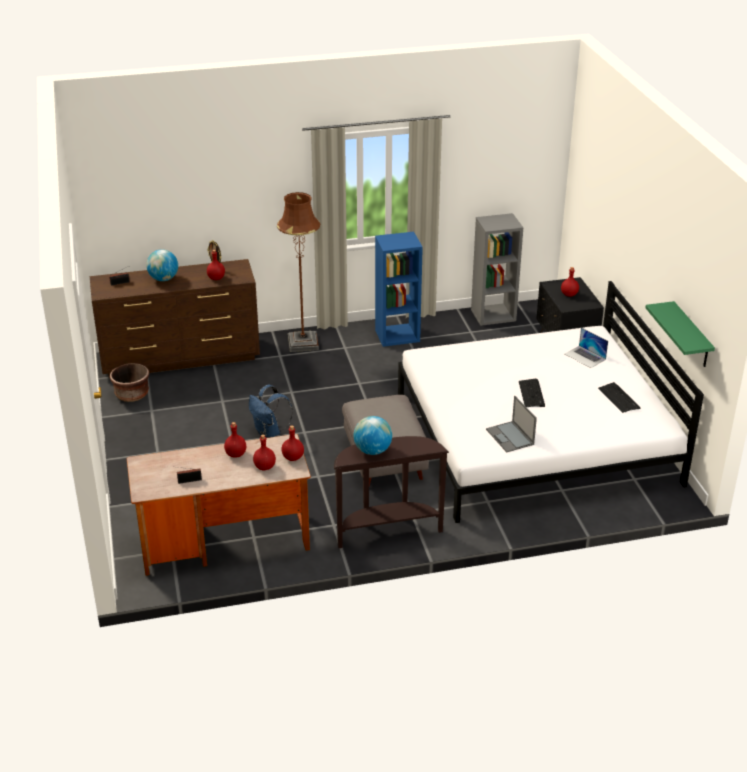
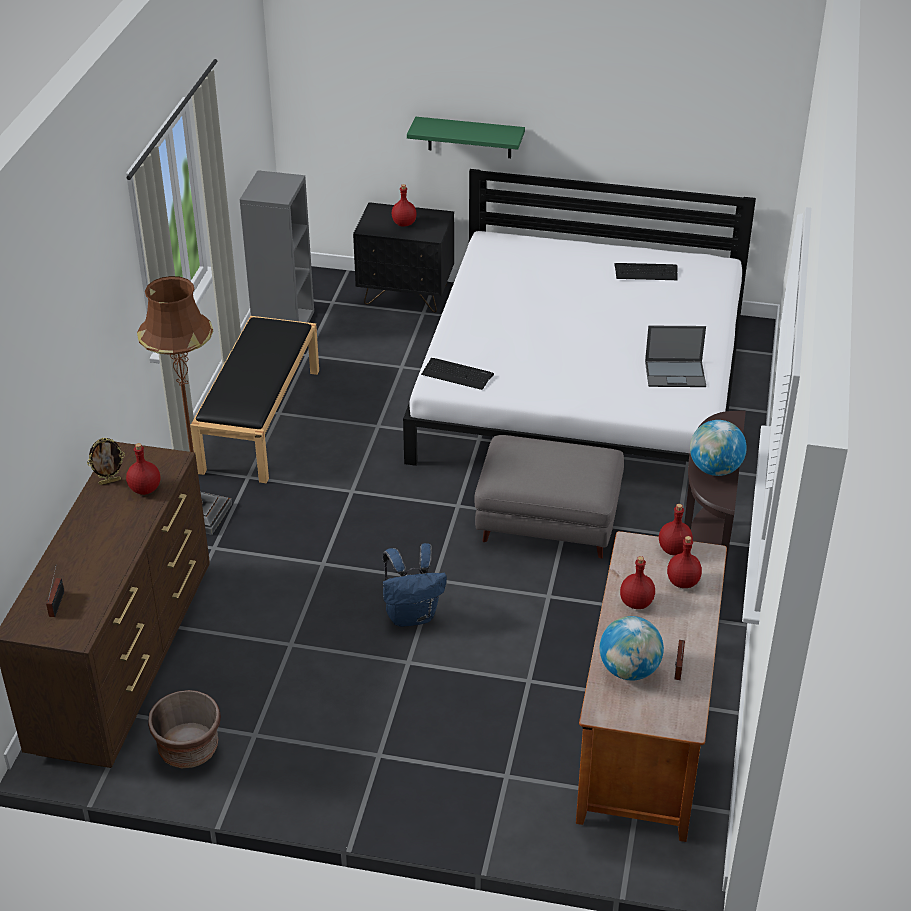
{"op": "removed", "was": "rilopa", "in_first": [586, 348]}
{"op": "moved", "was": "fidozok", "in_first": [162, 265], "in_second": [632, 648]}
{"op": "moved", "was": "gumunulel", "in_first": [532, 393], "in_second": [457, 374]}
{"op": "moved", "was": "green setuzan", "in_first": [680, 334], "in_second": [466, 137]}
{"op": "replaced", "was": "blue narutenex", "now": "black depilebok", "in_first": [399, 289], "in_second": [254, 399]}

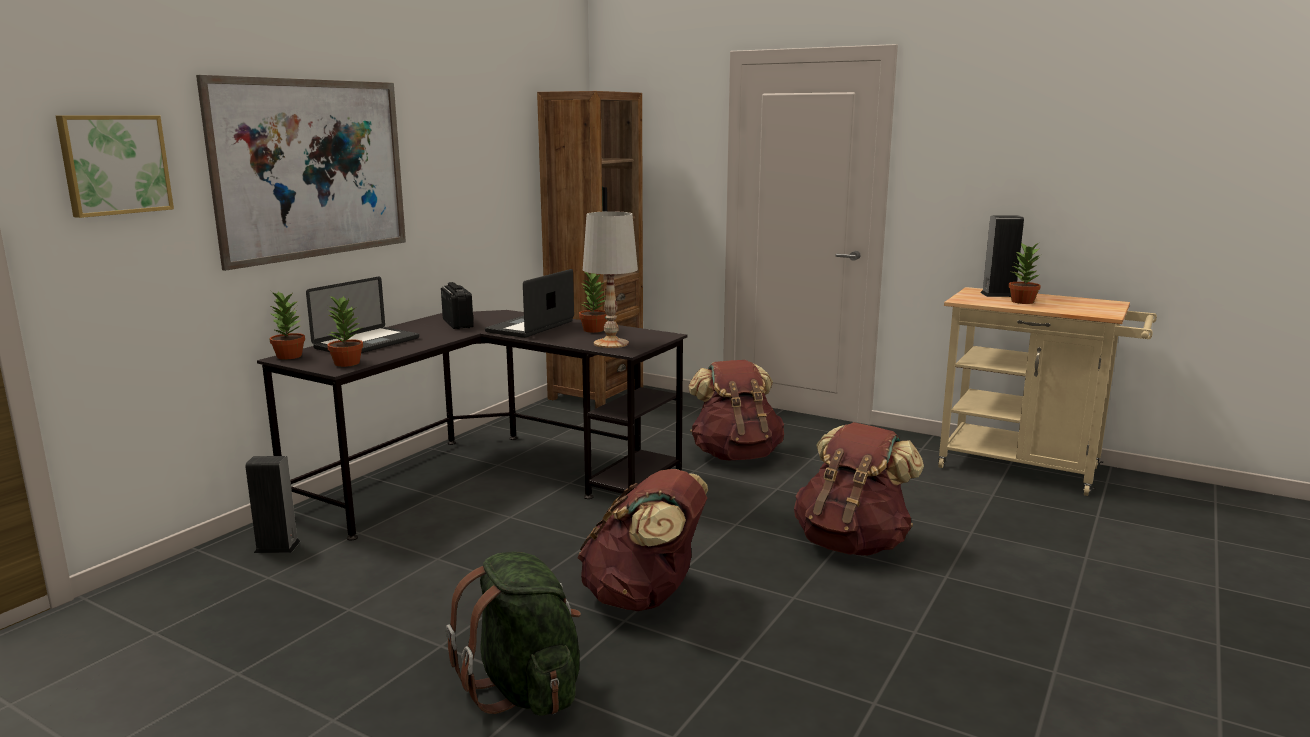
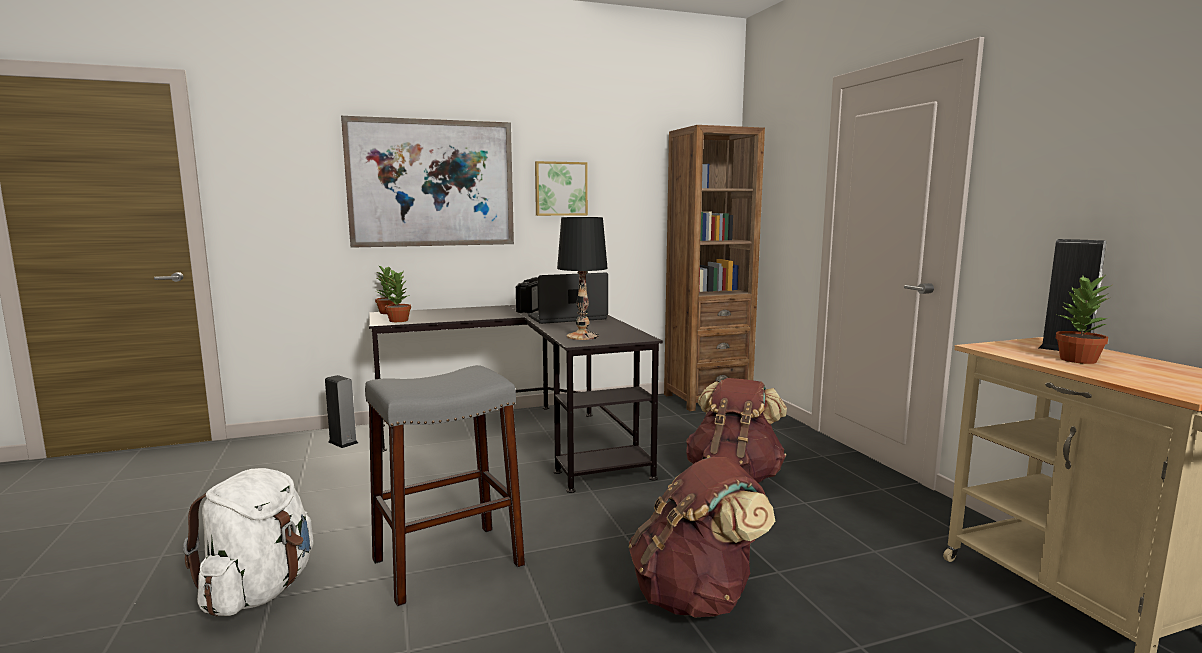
{"op": "removed", "was": "rilopa", "in_first": [362, 315]}
{"op": "removed", "was": "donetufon", "in_first": [593, 302]}
{"op": "moved", "was": "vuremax", "in_first": [115, 167], "in_second": [561, 188]}
{"op": "replaced", "was": "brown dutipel", "now": "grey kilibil", "in_first": [643, 540], "in_second": [445, 485]}
{"op": "recoloured", "was": "green dutipel", "now": "white dutipel", "in_first": [513, 633], "in_second": [248, 542]}
{"op": "recoloured", "was": "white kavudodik", "now": "black kavudodik", "in_first": [610, 279], "in_second": [582, 278]}

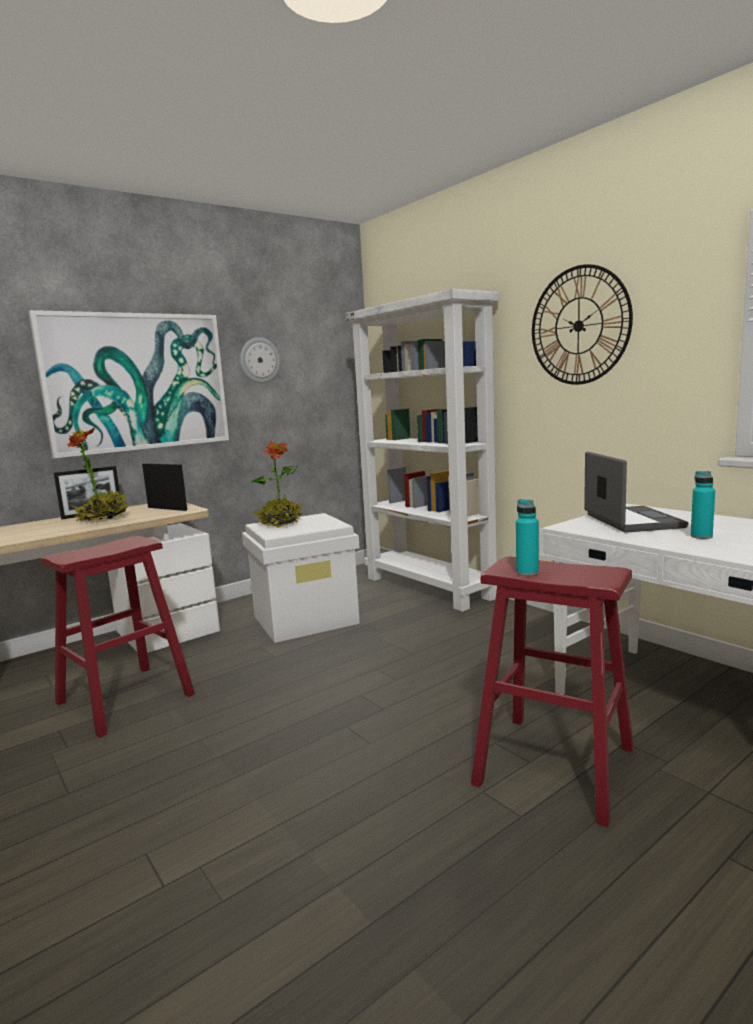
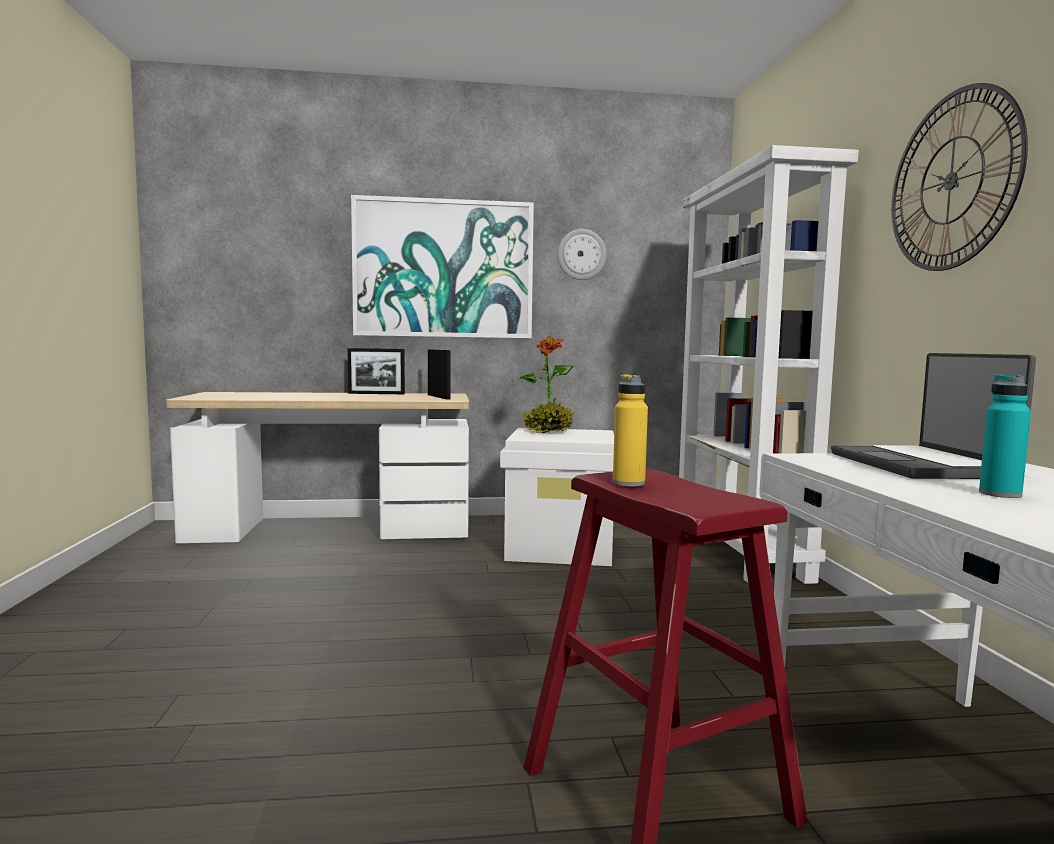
{"op": "removed", "was": "red kilibil", "in_first": [118, 637]}
{"op": "removed", "was": "donetufon", "in_first": [97, 474]}
{"op": "recoloured", "was": "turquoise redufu", "now": "yellow redufu", "in_first": [527, 537], "in_second": [630, 430]}
{"op": "turned", "was": "rilopa", "in_first": [636, 492], "in_second": [933, 416], "clockwise": 150}

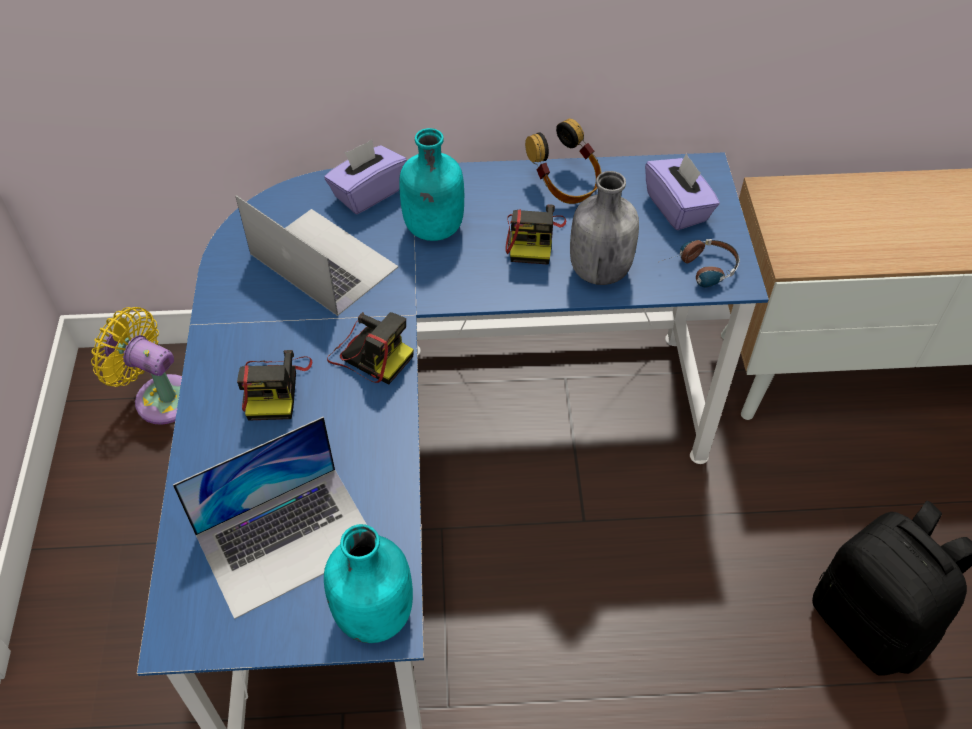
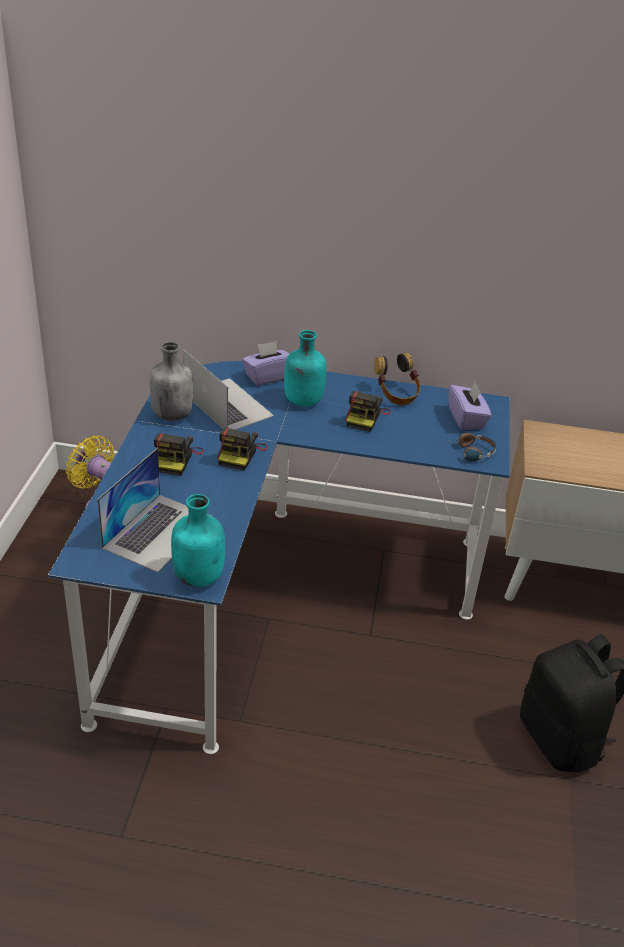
{"op": "moved", "was": "grey redufu", "in_first": [604, 228], "in_second": [171, 381]}
{"op": "turned", "was": "rilopa", "in_first": [270, 518], "in_second": [154, 510], "clockwise": -45}
{"op": "turned", "was": "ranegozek", "in_first": [370, 348], "in_second": [242, 449], "clockwise": 60}

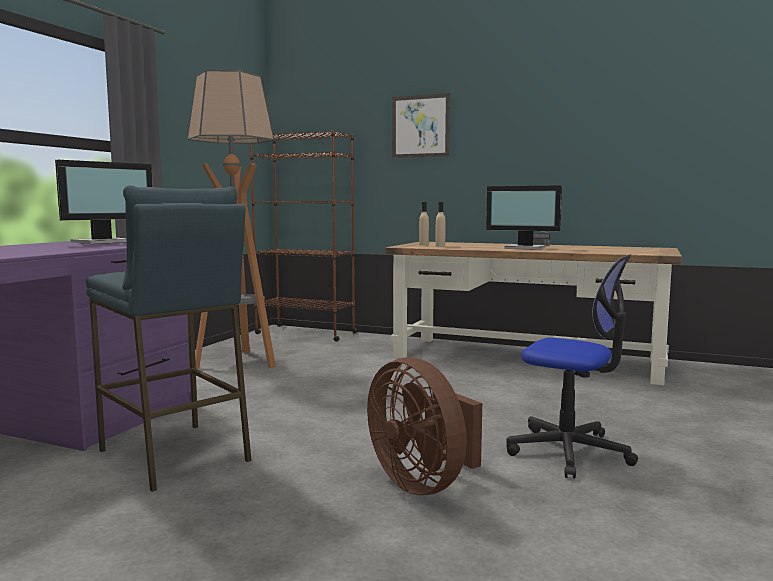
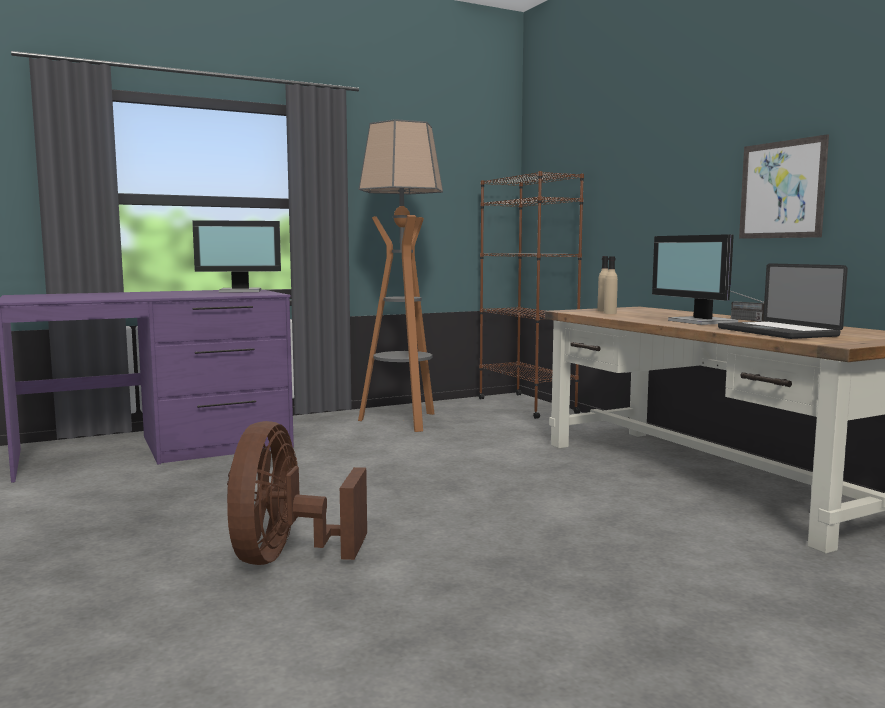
{"op": "removed", "was": "blue kilibil", "in_first": [169, 338]}
{"op": "removed", "was": "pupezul", "in_first": [572, 366]}
{"op": "added", "now": "rilopa", "in_second": [783, 301]}
{"op": "moved", "was": "vuremax", "in_first": [421, 125], "in_second": [784, 186]}

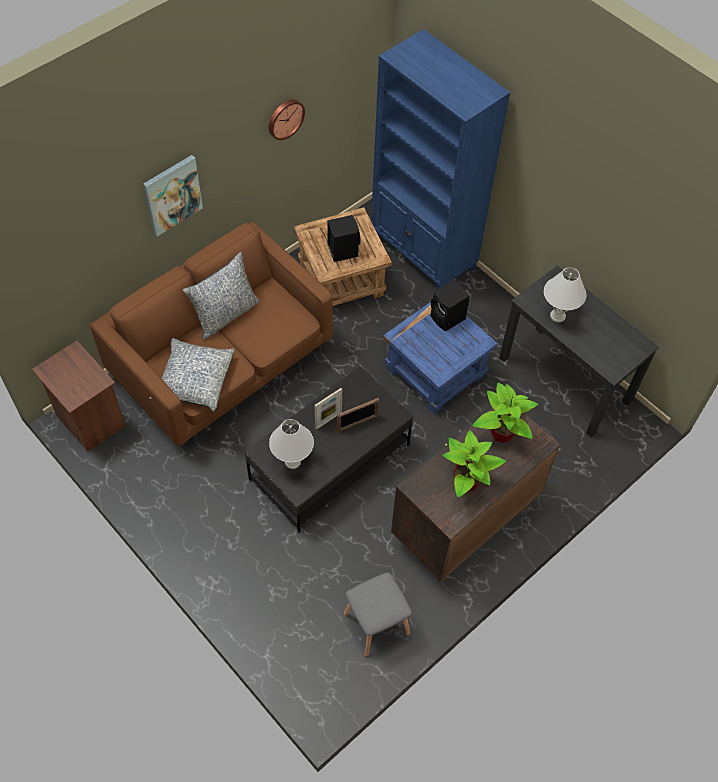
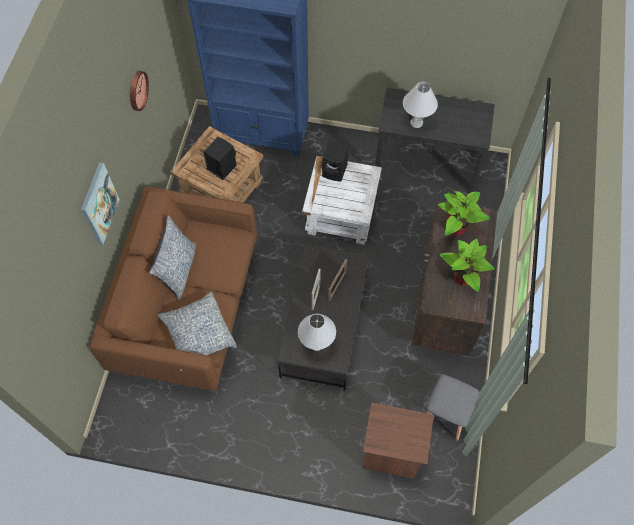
{"op": "moved", "was": "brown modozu", "in_first": [79, 396], "in_second": [398, 440]}
{"op": "recoloured", "was": "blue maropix", "now": "white maropix", "in_first": [440, 358], "in_second": [342, 200]}

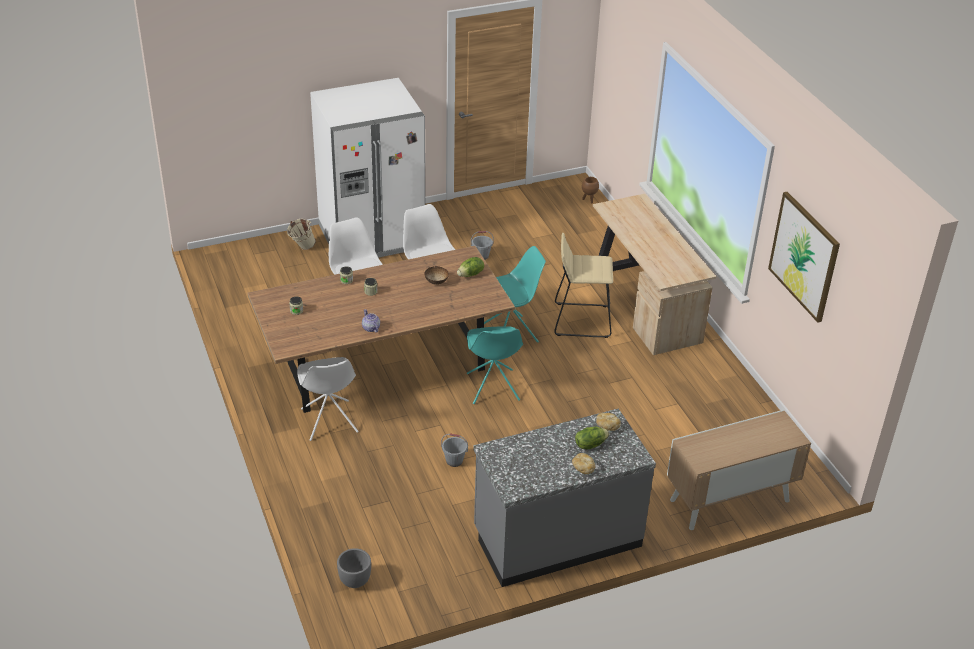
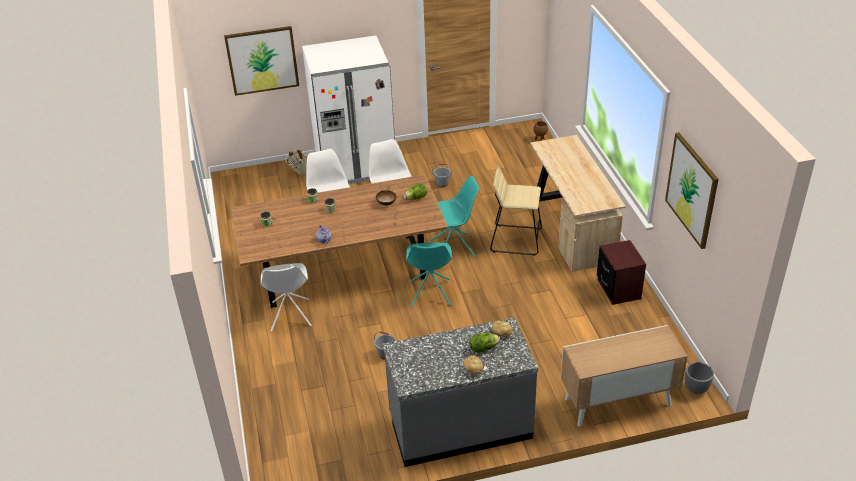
{"op": "added", "now": "vuremax", "in_second": [261, 61]}
{"op": "added", "now": "brown modozu", "in_second": [621, 272]}
{"op": "moved", "was": "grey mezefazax", "in_first": [354, 568], "in_second": [699, 378]}

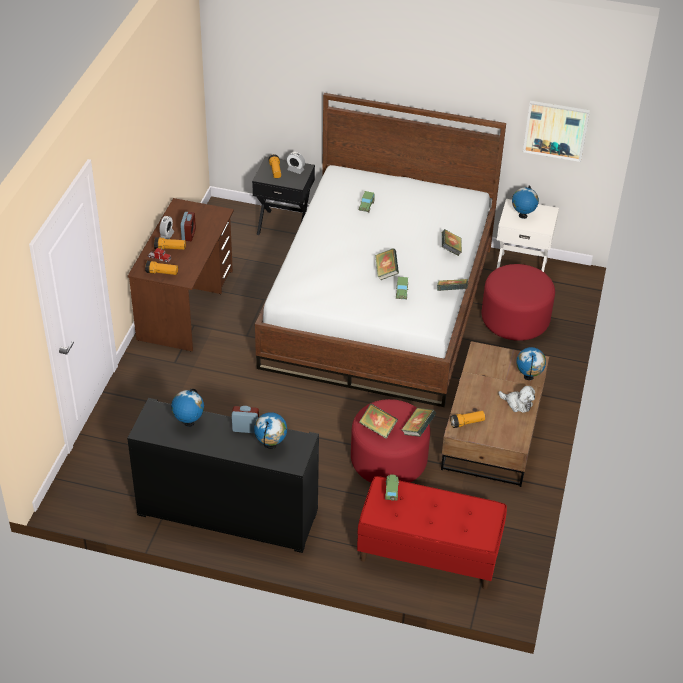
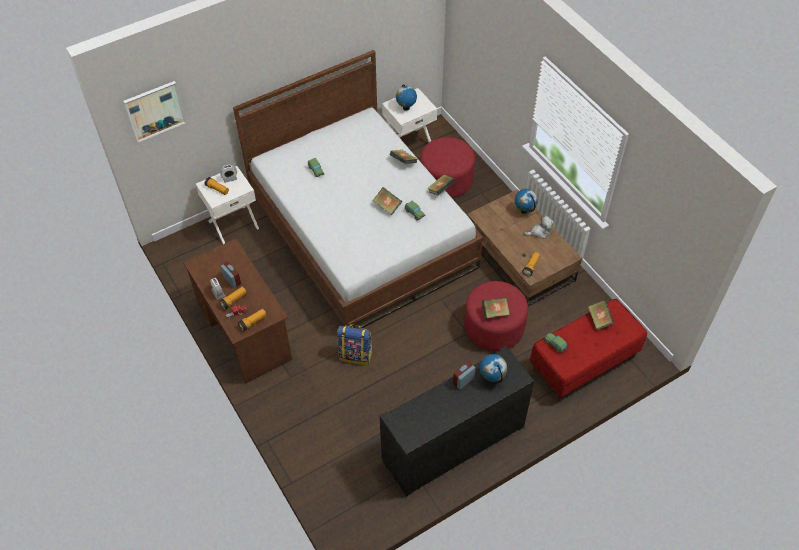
{"op": "removed", "was": "fidozok", "in_first": [187, 408]}
{"op": "added", "now": "dutipel", "in_second": [355, 344]}
{"op": "moved", "was": "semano", "in_first": [419, 422], "in_second": [601, 315]}
{"op": "moved", "was": "vuremax", "in_first": [556, 131], "in_second": [154, 112]}
{"op": "recoloured", "was": "black modozu", "now": "white modozu", "in_first": [283, 195], "in_second": [227, 205]}

